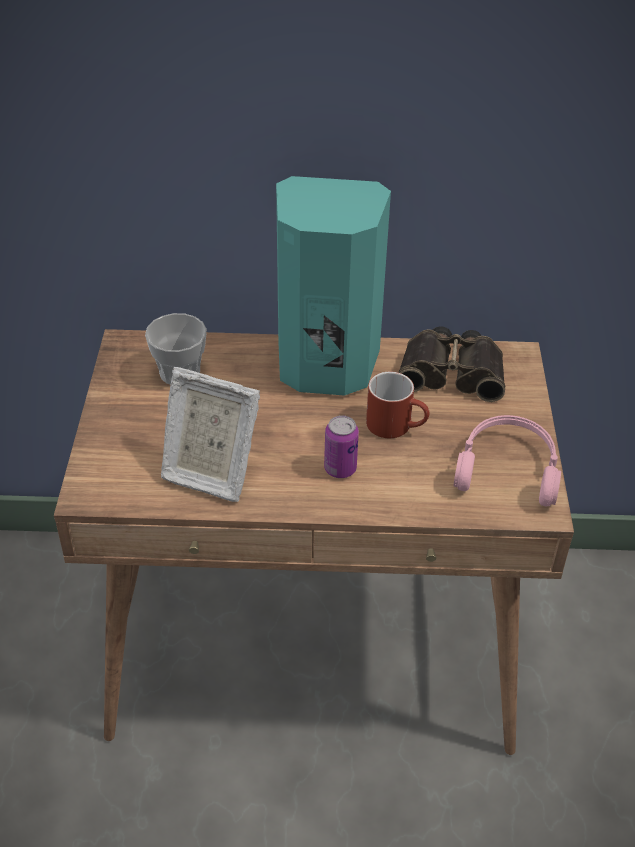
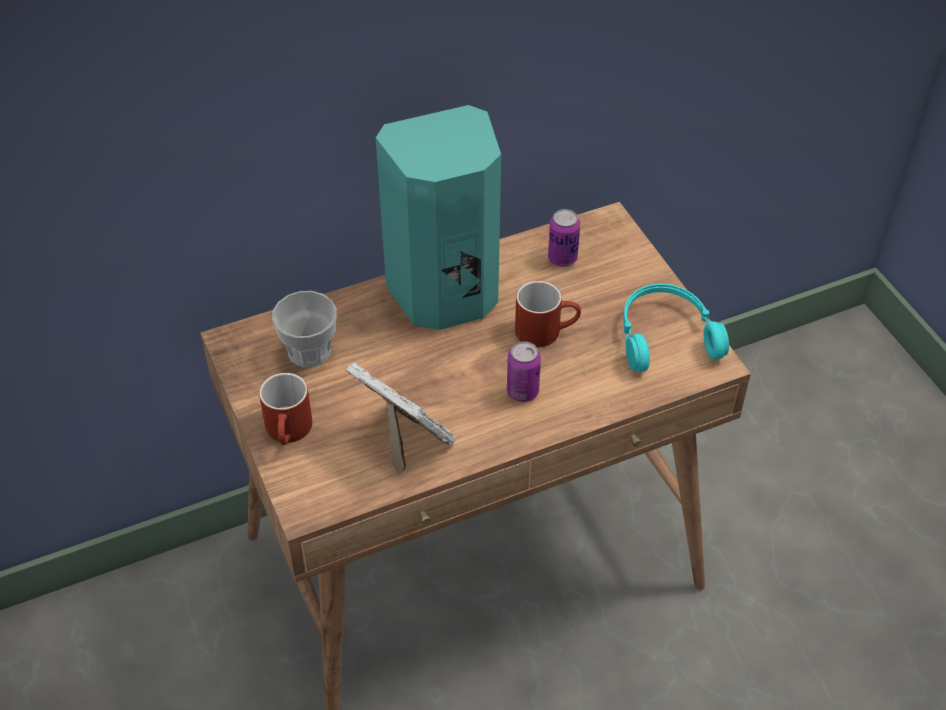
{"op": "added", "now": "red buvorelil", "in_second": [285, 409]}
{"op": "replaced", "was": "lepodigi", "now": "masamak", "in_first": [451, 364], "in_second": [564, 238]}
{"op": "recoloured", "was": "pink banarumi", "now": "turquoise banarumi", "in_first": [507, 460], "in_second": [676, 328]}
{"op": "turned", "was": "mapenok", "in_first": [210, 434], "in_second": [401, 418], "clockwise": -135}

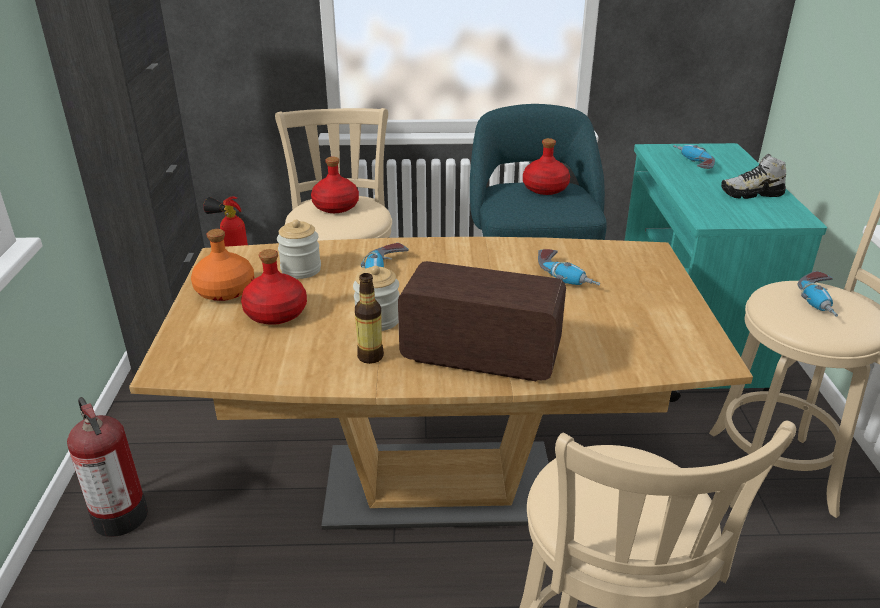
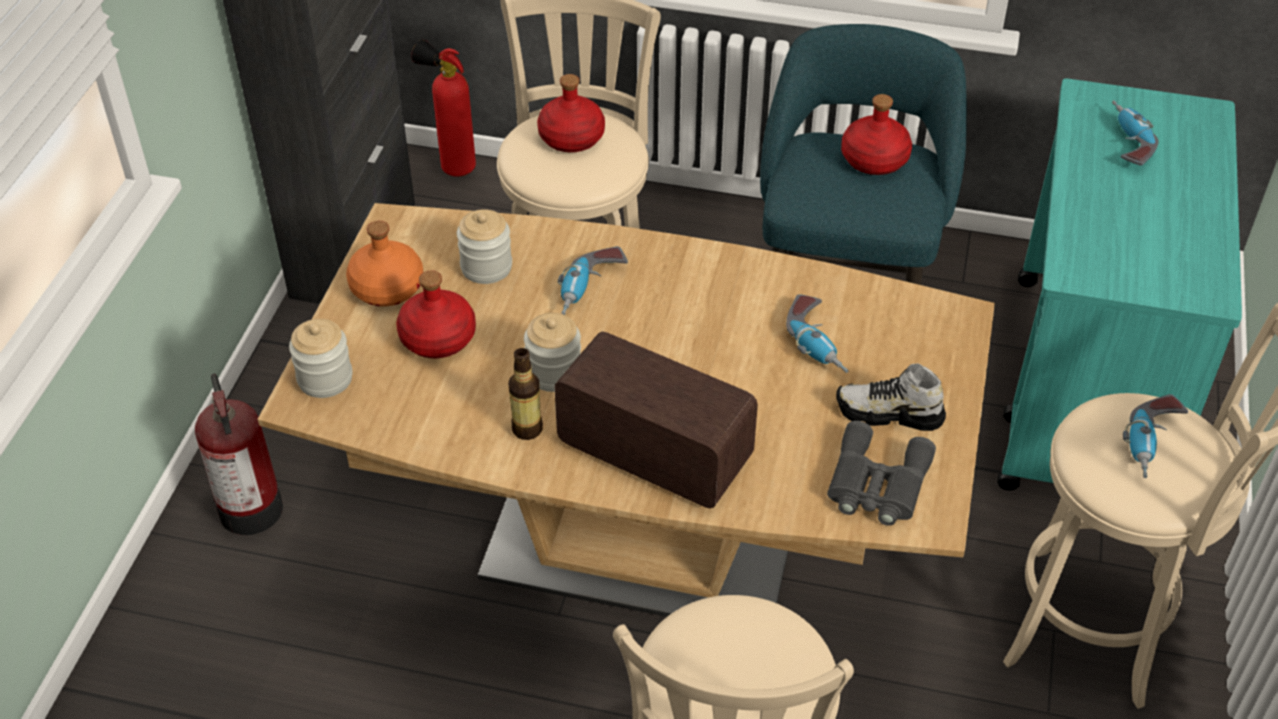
{"op": "added", "now": "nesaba", "in_second": [321, 358]}
{"op": "added", "now": "grey lepodigi", "in_second": [881, 473]}
{"op": "moved", "was": "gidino", "in_first": [753, 176], "in_second": [891, 397]}

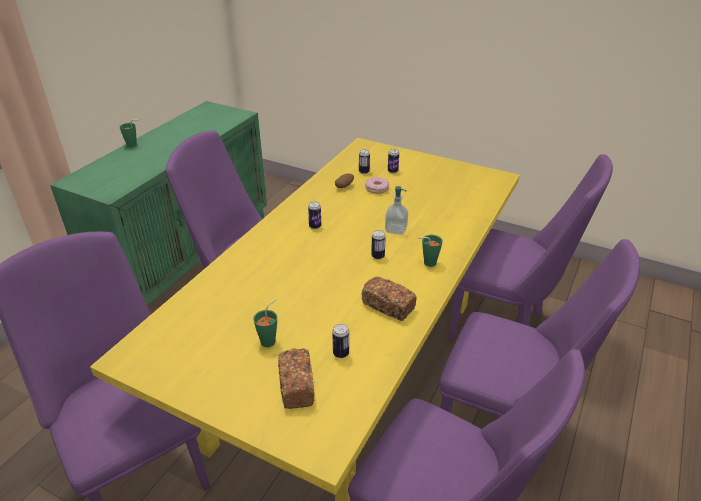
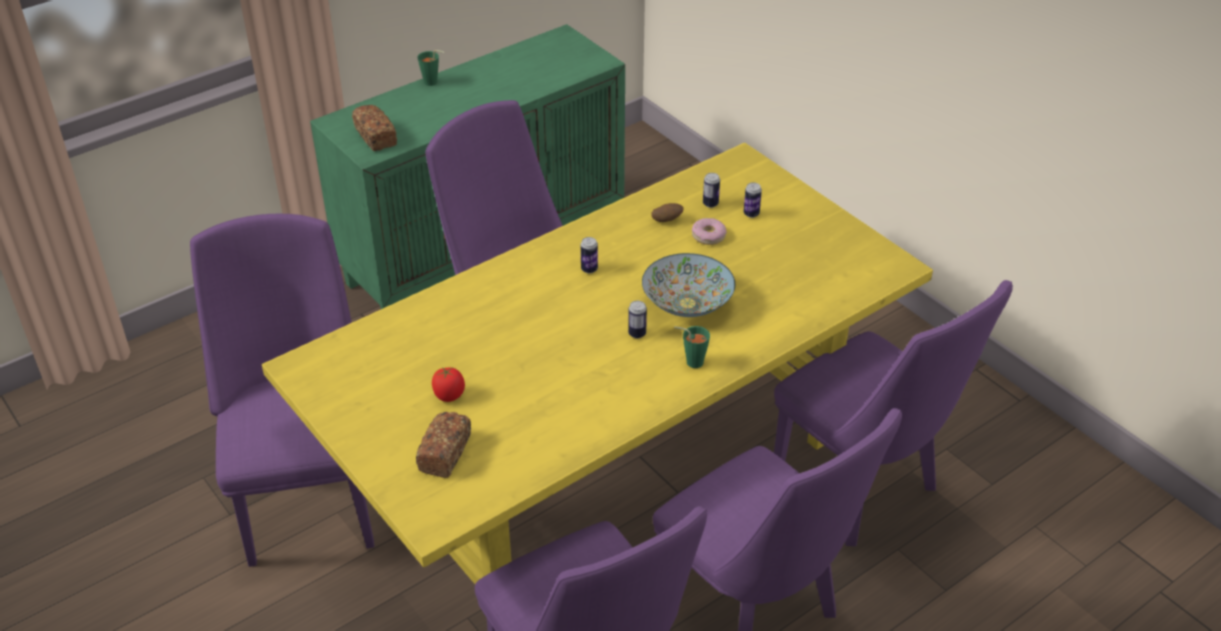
{"op": "removed", "was": "masamak", "in_first": [340, 341]}
{"op": "moved", "was": "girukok", "in_first": [389, 299], "in_second": [374, 128]}
{"op": "replaced", "was": "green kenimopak", "now": "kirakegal", "in_first": [265, 323], "in_second": [448, 384]}
{"op": "replaced", "was": "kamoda", "now": "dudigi", "in_first": [396, 210], "in_second": [688, 285]}

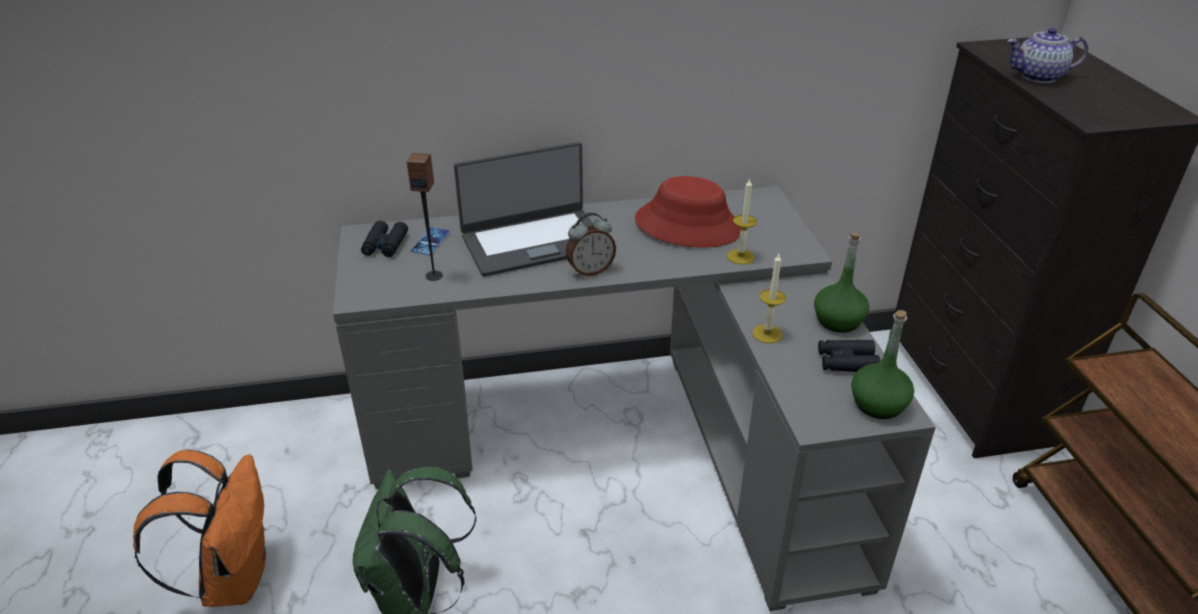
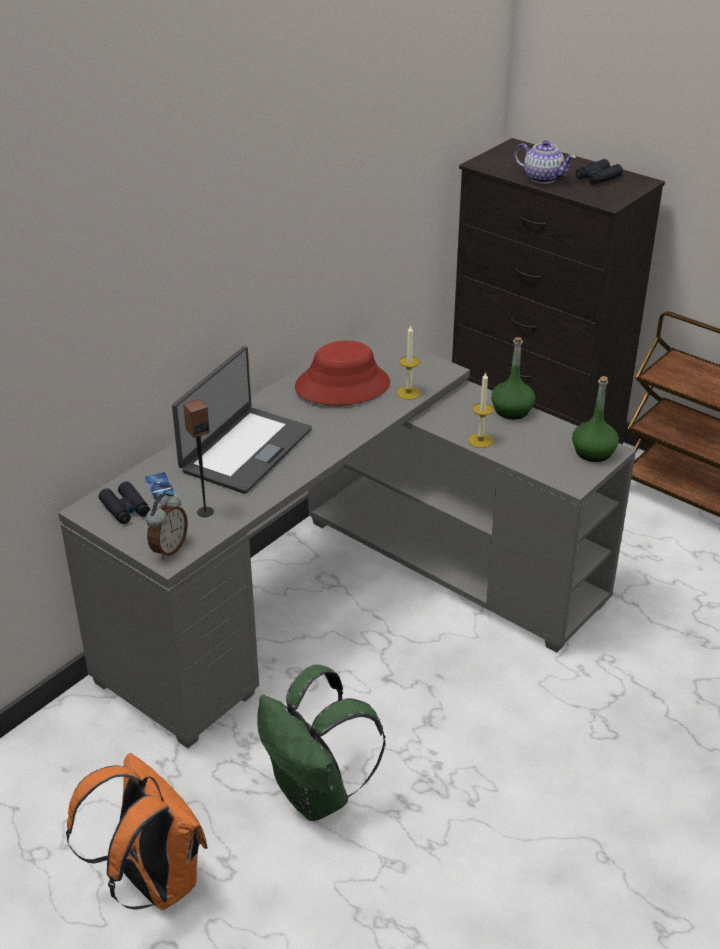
{"op": "moved", "was": "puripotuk", "in_first": [591, 244], "in_second": [167, 526]}
{"op": "moved", "was": "black lepodigi", "in_first": [849, 356], "in_second": [599, 172]}
{"op": "turned", "was": "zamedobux", "in_first": [1047, 55], "in_second": [545, 162], "clockwise": -105}

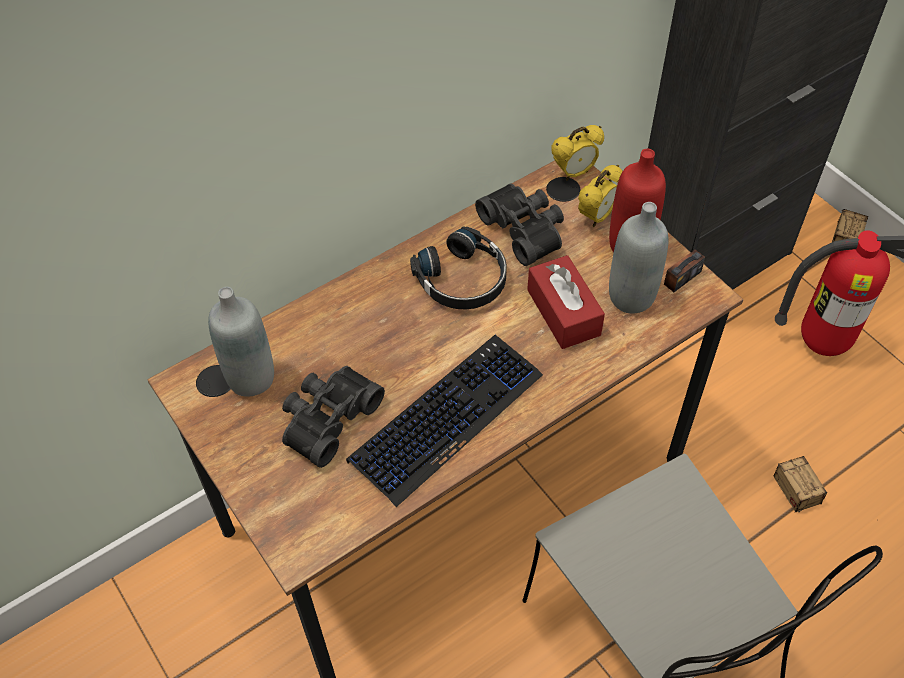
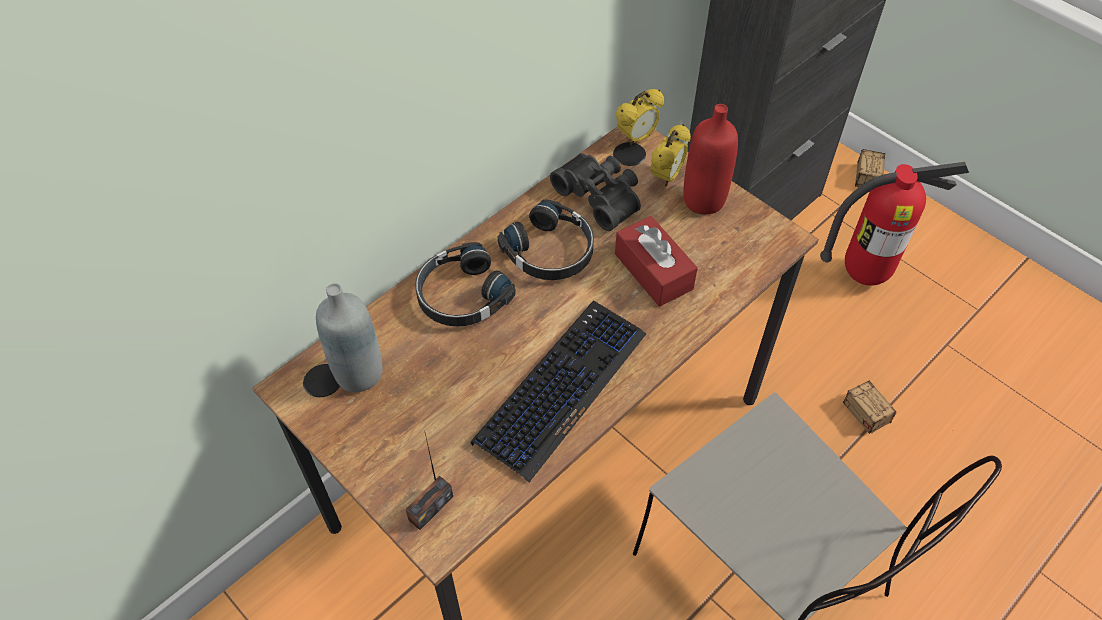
{"op": "removed", "was": "black lepodigi", "in_first": [333, 417]}
{"op": "removed", "was": "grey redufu", "in_first": [638, 258]}
{"op": "added", "now": "black banarumi", "in_second": [465, 284]}
{"op": "moved", "was": "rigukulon", "in_first": [686, 241], "in_second": [429, 480]}

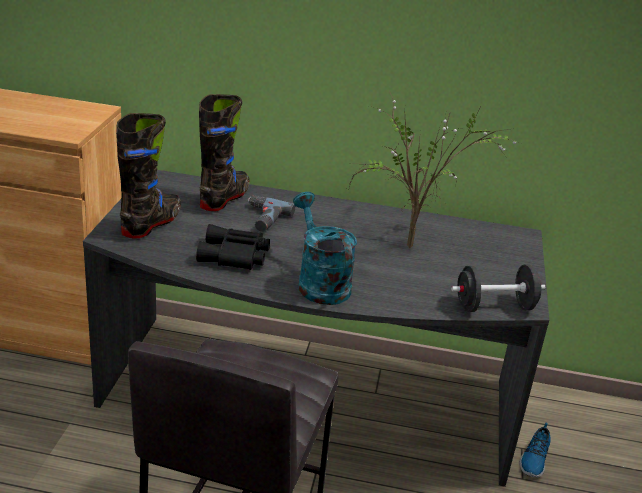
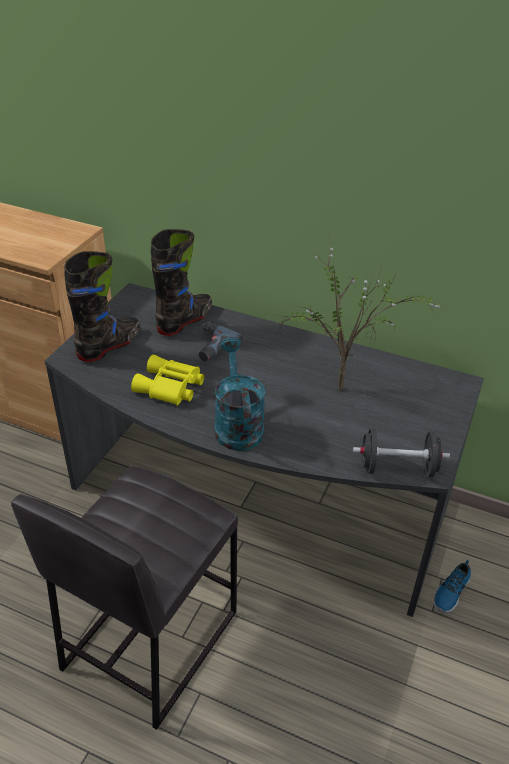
{"op": "recoloured", "was": "black lepodigi", "now": "yellow lepodigi", "in_first": [233, 247], "in_second": [167, 380]}

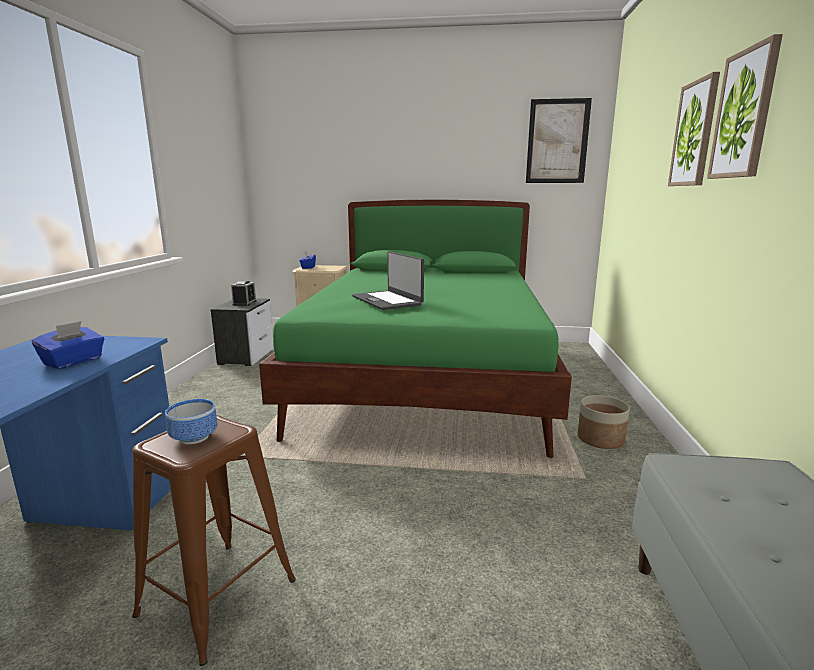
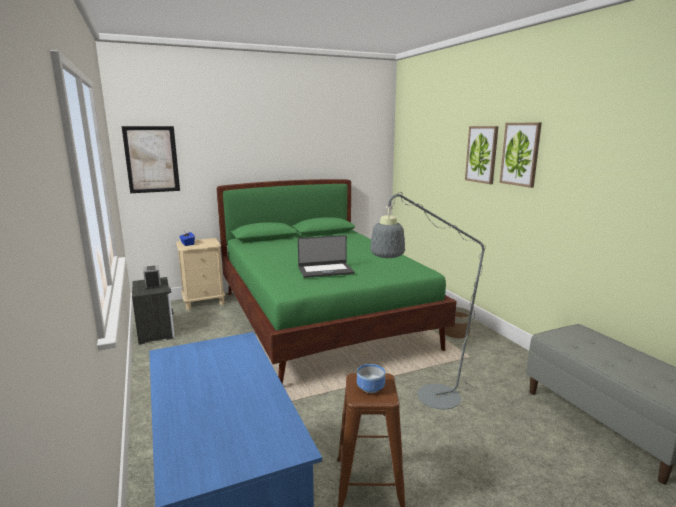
{"op": "removed", "was": "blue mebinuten", "in_first": [68, 345]}
{"op": "added", "now": "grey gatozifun", "in_second": [449, 300]}
{"op": "moved", "was": "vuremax", "in_first": [559, 140], "in_second": [151, 159]}
{"op": "turned", "was": "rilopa", "in_first": [388, 280], "in_second": [326, 256], "clockwise": -45}

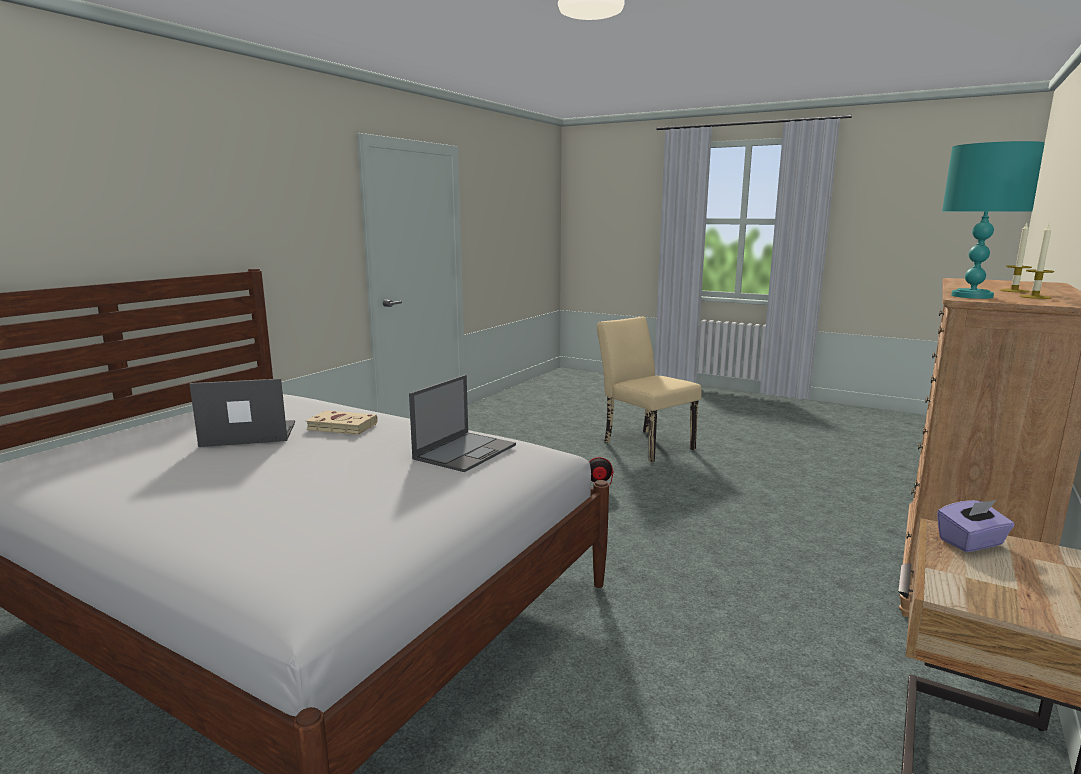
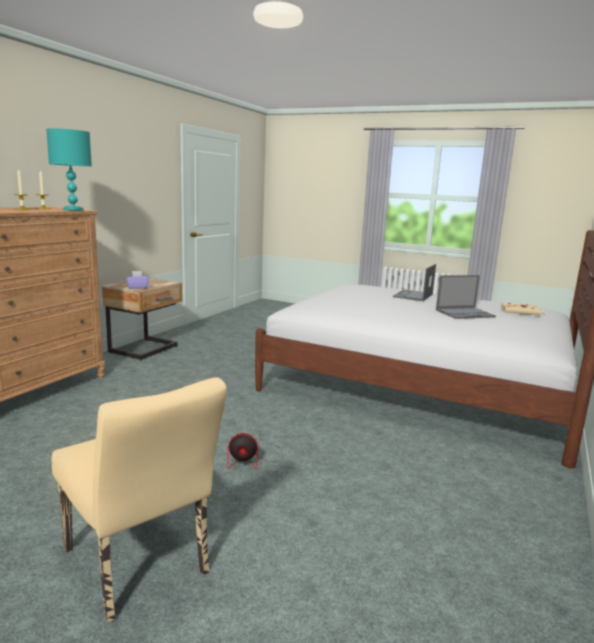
{"op": "moved", "was": "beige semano", "in_first": [342, 422], "in_second": [523, 309]}
{"op": "moved", "was": "rilopa", "in_first": [462, 423], "in_second": [414, 282]}

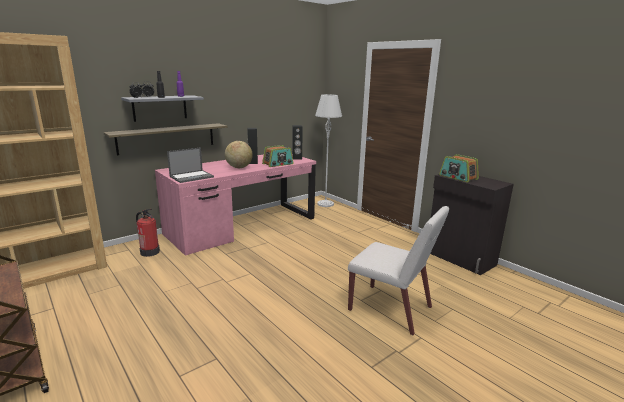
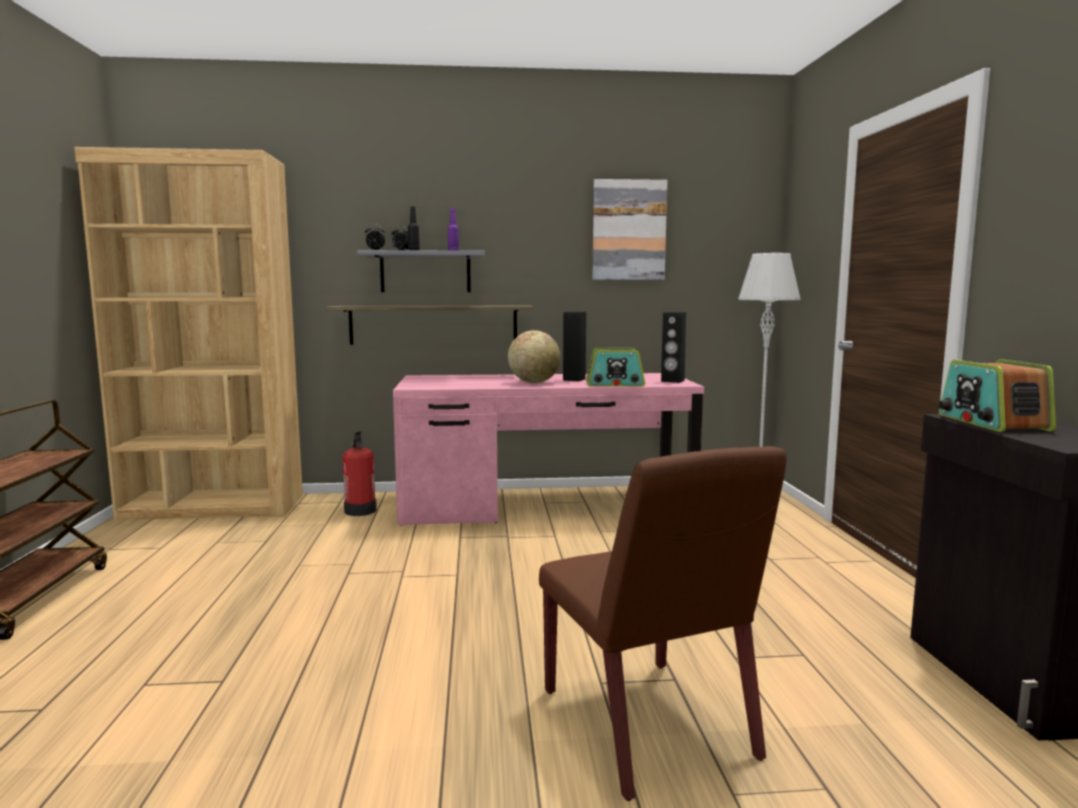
{"op": "removed", "was": "rilopa", "in_first": [190, 165]}
{"op": "added", "now": "vuremax", "in_second": [630, 229]}
{"op": "recoloured", "was": "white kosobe", "now": "brown kosobe", "in_first": [398, 270], "in_second": [663, 623]}

